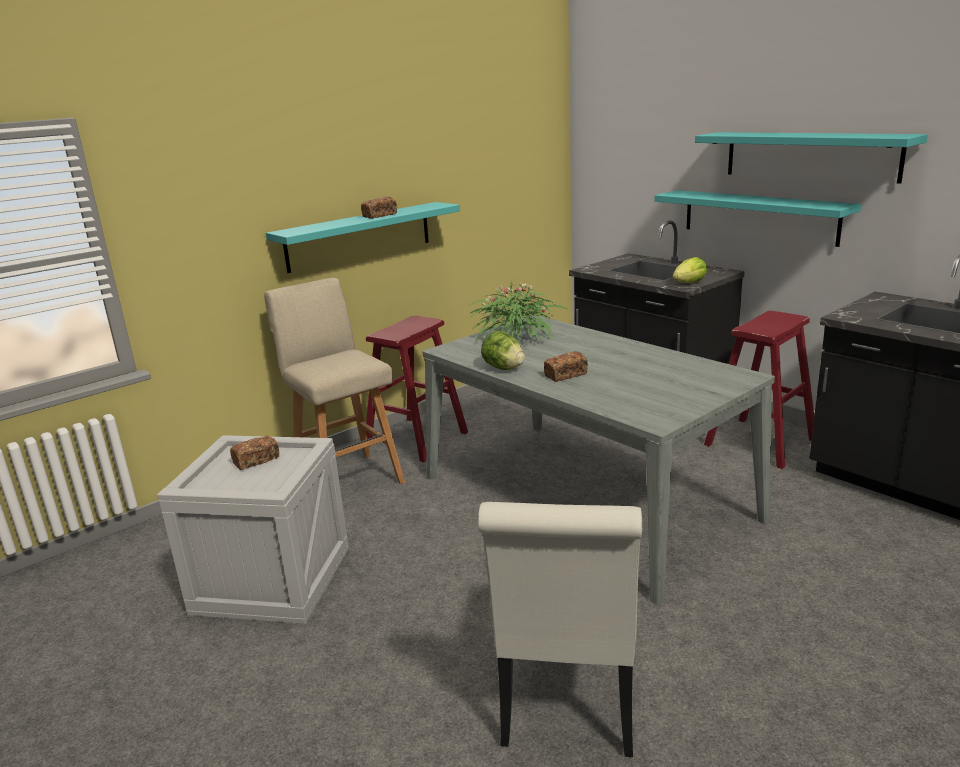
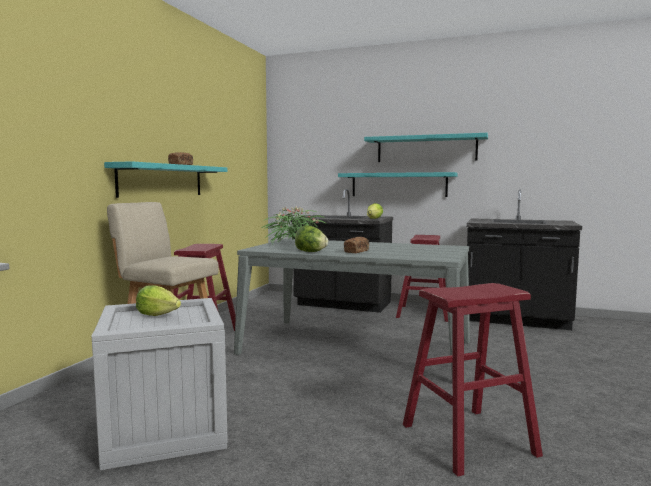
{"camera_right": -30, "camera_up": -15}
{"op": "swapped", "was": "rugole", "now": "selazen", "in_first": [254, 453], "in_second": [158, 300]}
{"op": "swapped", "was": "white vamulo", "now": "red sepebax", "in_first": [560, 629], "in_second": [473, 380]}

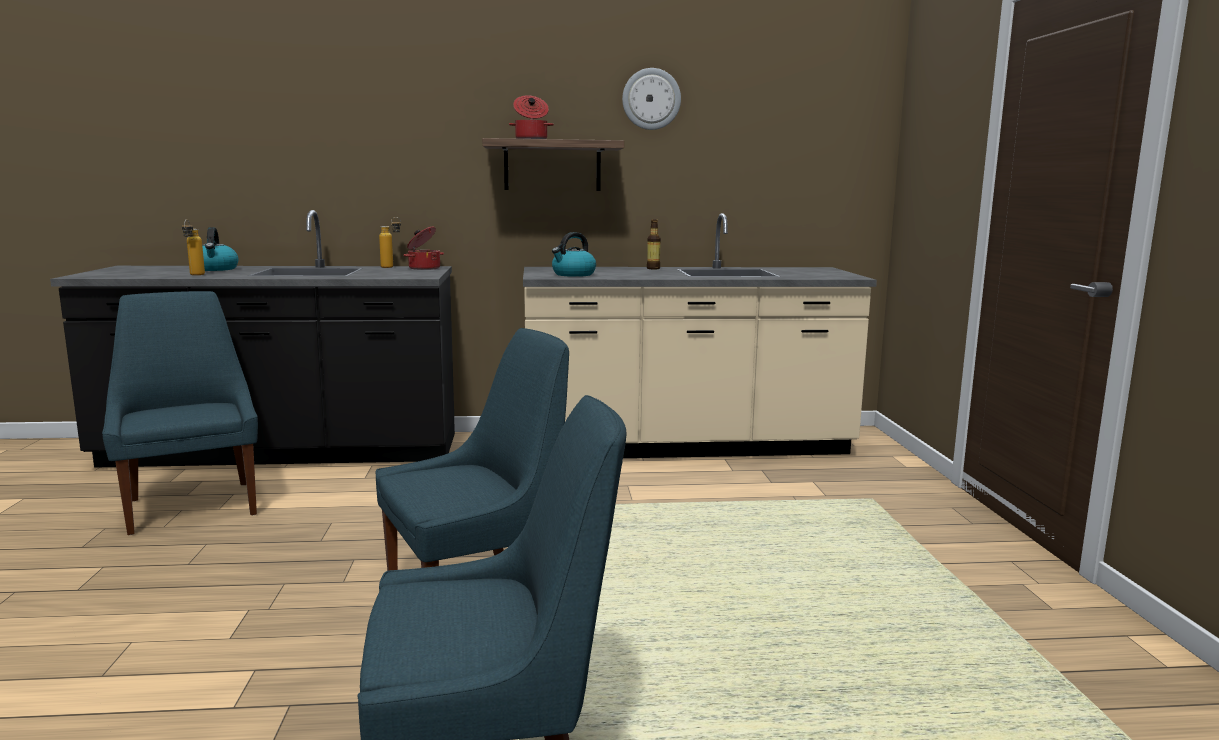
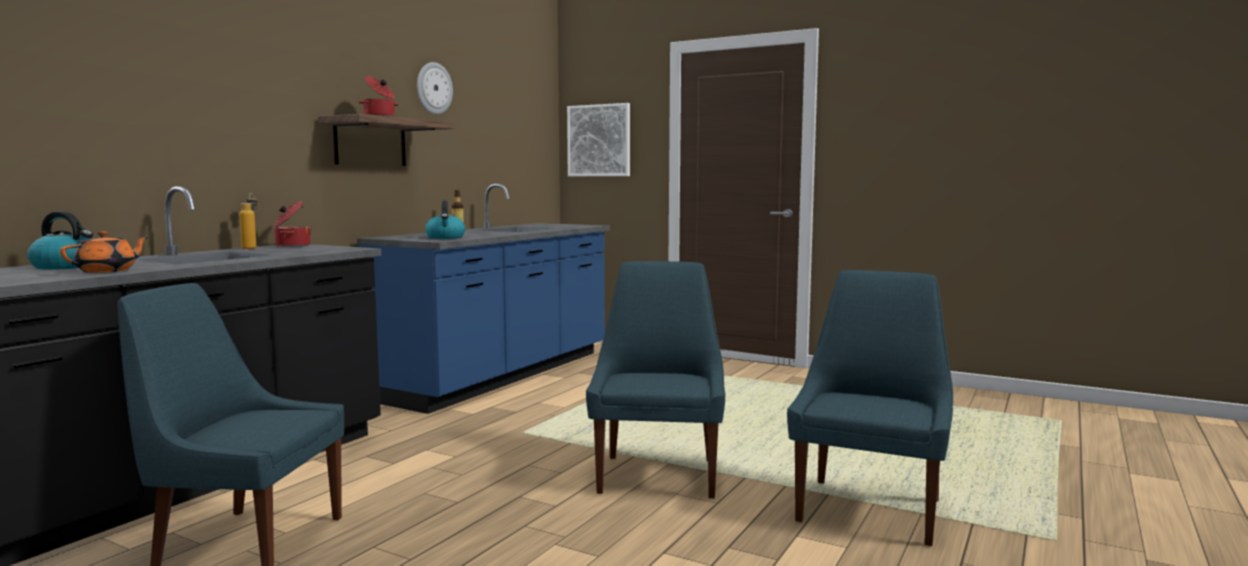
{"camera_right": -55, "camera_up": -5}
{"op": "swapped", "was": "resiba", "now": "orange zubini", "in_first": [193, 247], "in_second": [104, 252]}
{"op": "repainted", "was": "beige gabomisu", "now": "blue gabomisu", "in_first": [700, 335], "in_second": [483, 299]}
{"op": "new", "now": "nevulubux", "in_second": [598, 139]}

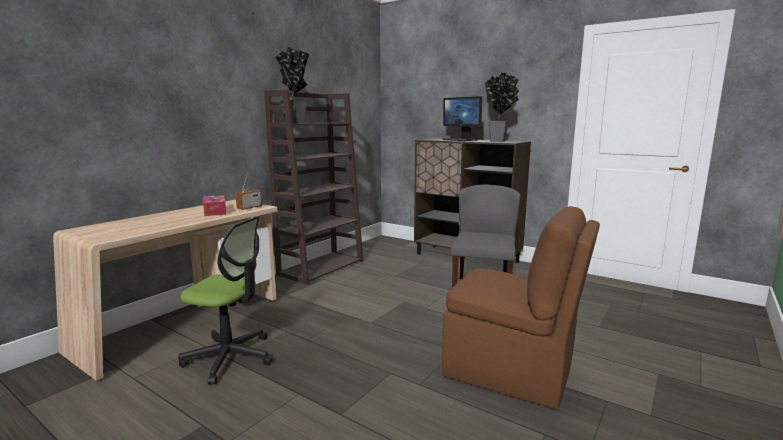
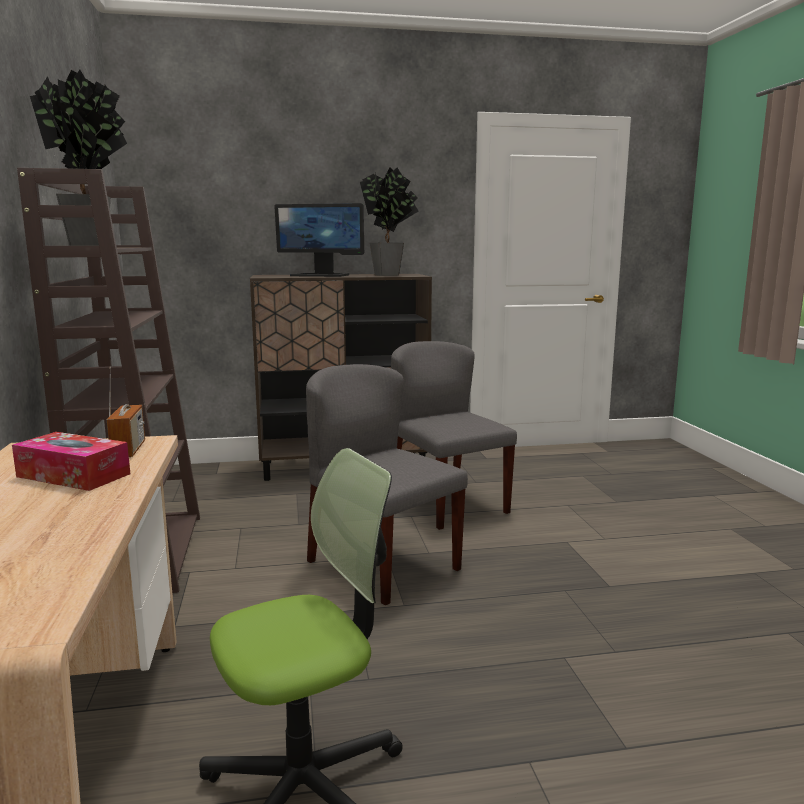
{"camera_right": -45, "camera_up": 0}
{"op": "gone", "was": "brown vamulo", "in_first": [521, 308]}
{"op": "new", "now": "grey vamulo", "in_second": [387, 485]}

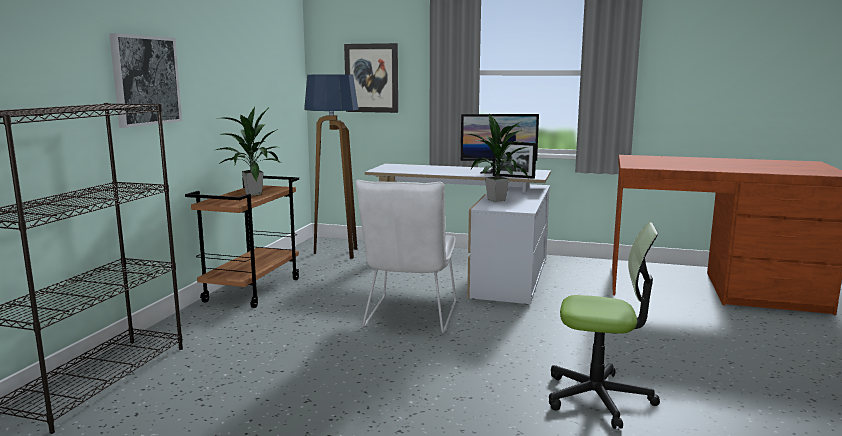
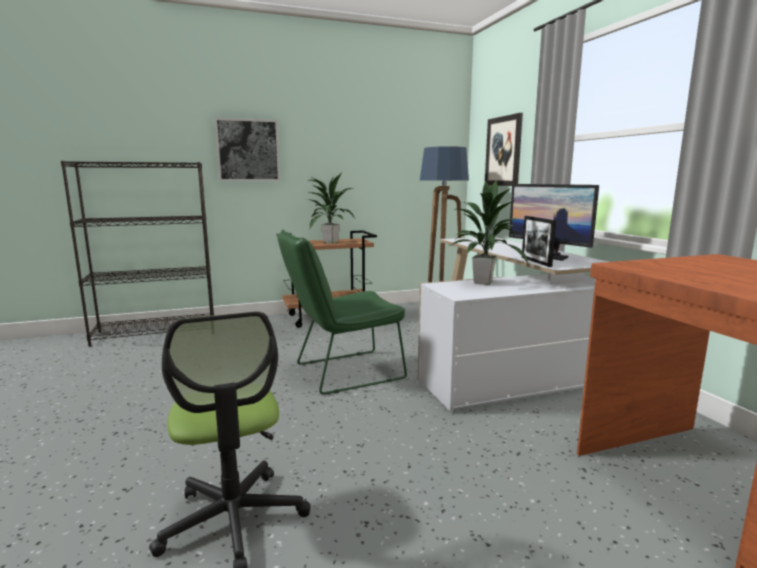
{"camera_right": 55, "camera_up": 0}
{"op": "repainted", "was": "white vamulo", "now": "green vamulo", "in_first": [405, 256], "in_second": [342, 312]}

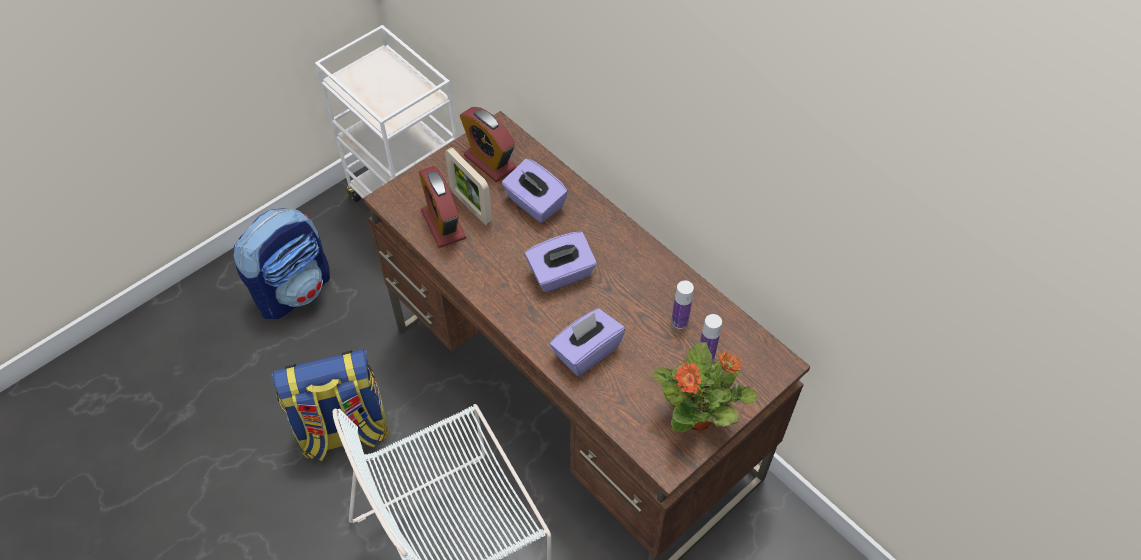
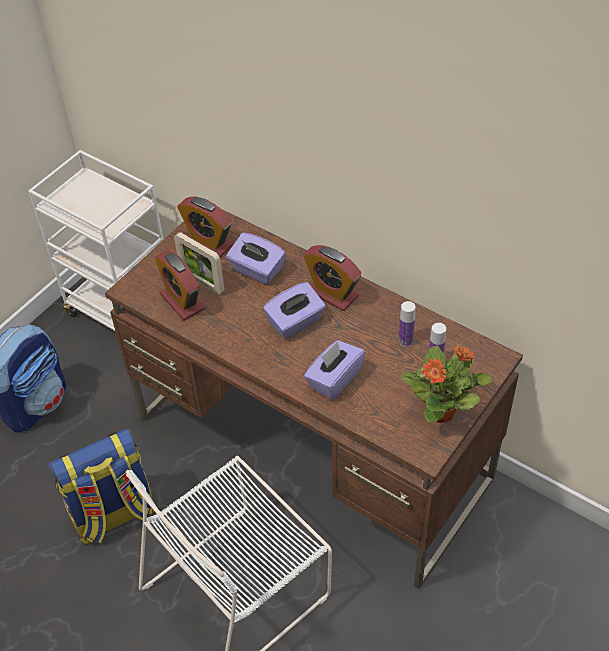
{"camera_right": -10, "camera_up": -5}
{"op": "new", "now": "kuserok", "in_second": [332, 278]}

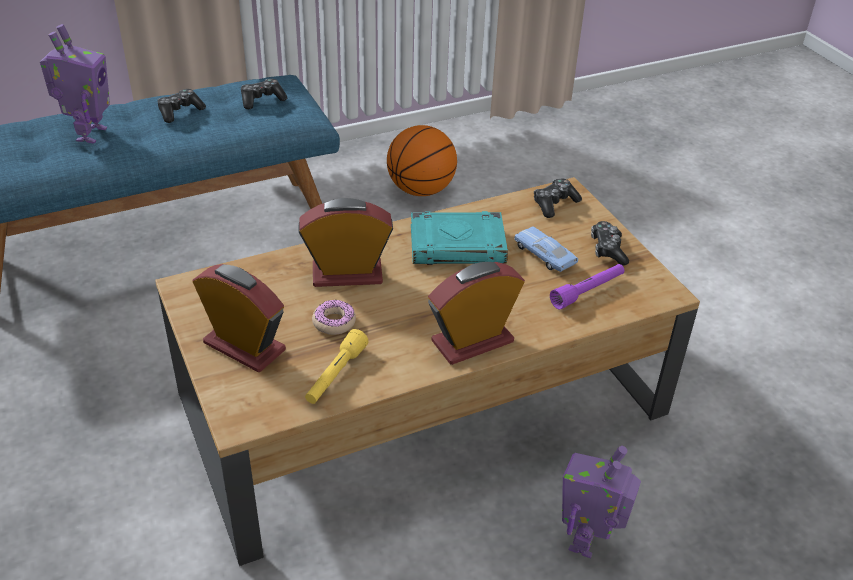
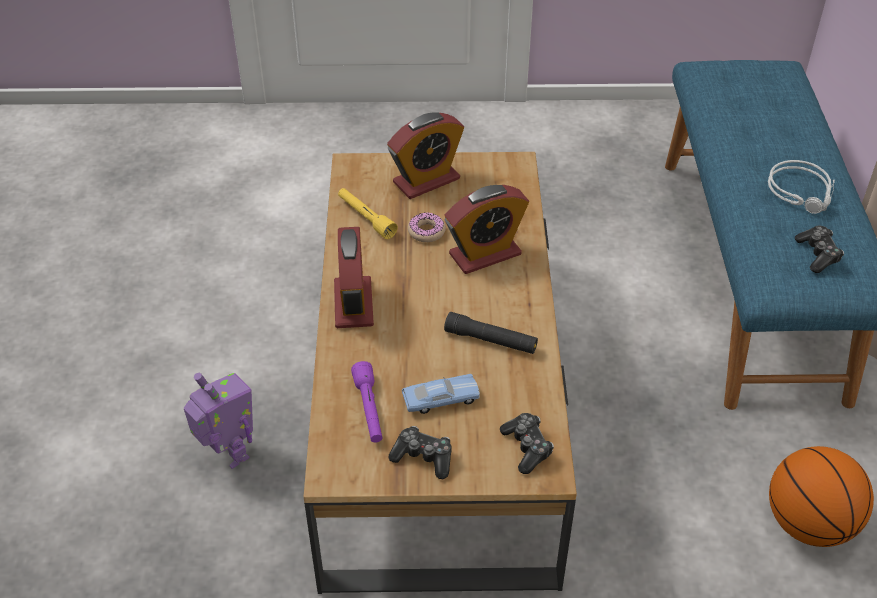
{"camera_right": 115, "camera_up": 5}
{"op": "gone", "was": "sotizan", "in_first": [75, 84]}
{"op": "swapped", "was": "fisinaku", "now": "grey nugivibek", "in_first": [181, 106], "in_second": [801, 187]}
{"op": "rotated", "was": "kuserok", "in_first": [346, 242], "in_second": [486, 229], "clockwise": 45}
{"op": "swapped", "was": "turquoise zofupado", "now": "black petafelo", "in_first": [459, 238], "in_second": [491, 333]}

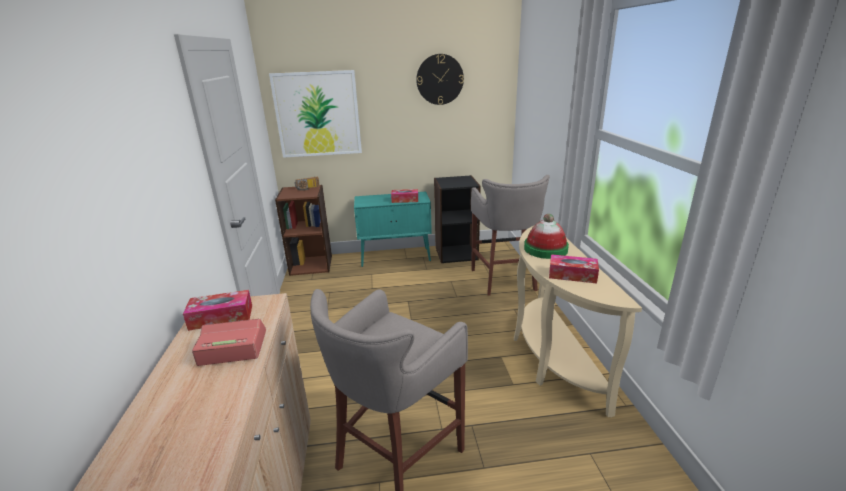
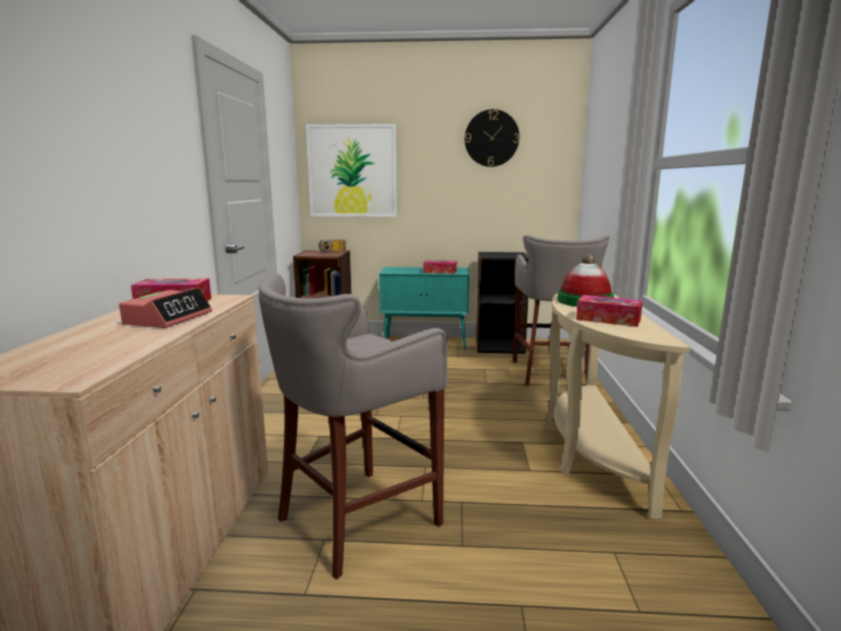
{"camera_right": 10, "camera_up": -10}
{"op": "rotated", "was": "kuserok", "in_first": [229, 342], "in_second": [165, 307], "clockwise": 105}

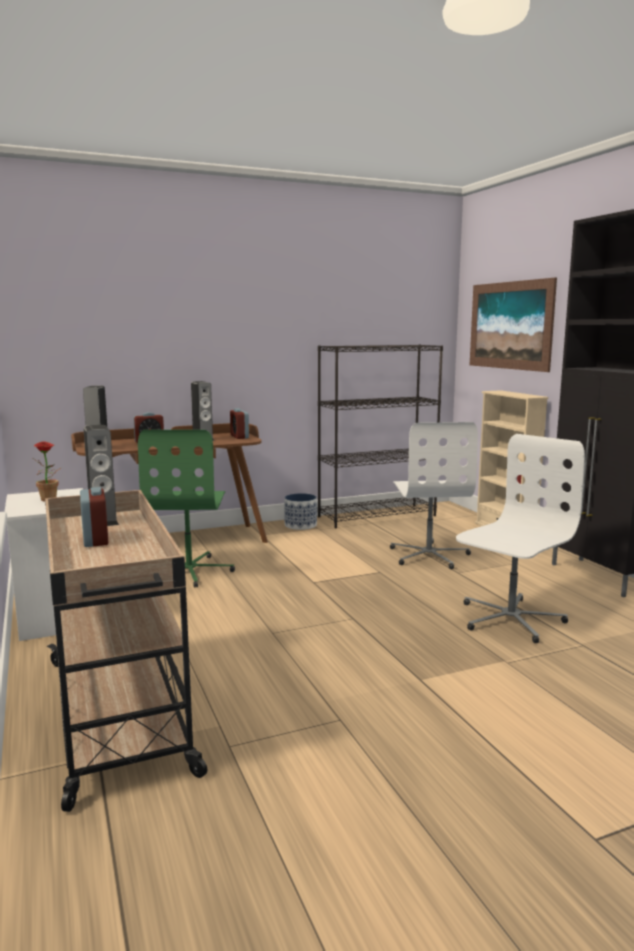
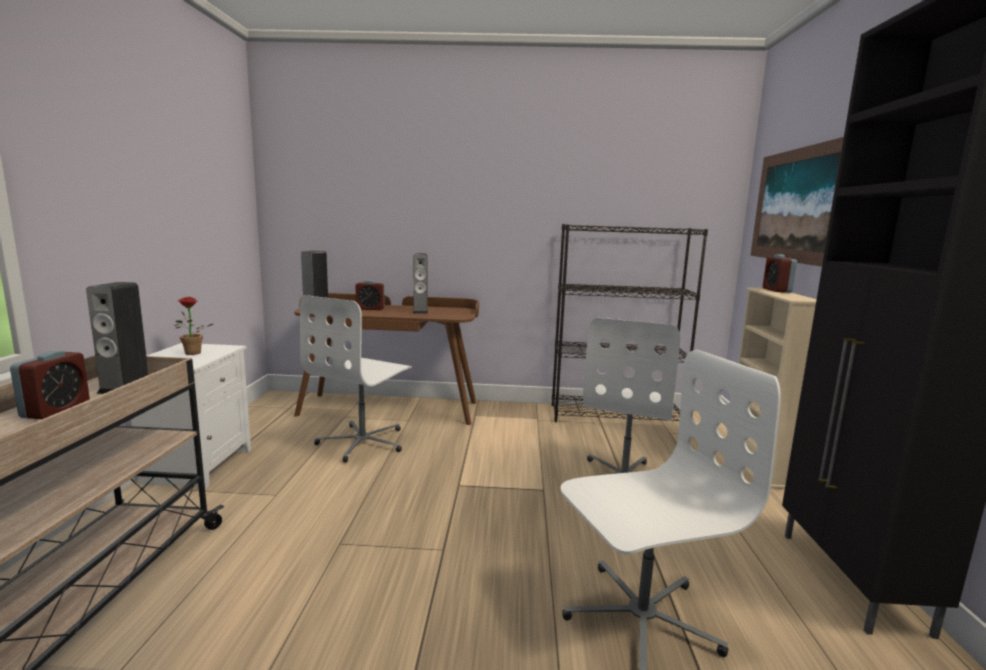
{"camera_right": 25, "camera_up": 0}
{"op": "repainted", "was": "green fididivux", "now": "white fididivux", "in_first": [186, 508], "in_second": [356, 378]}
{"op": "shifted", "was": "kuserok", "in_first": [239, 423], "in_second": [780, 273]}
{"op": "gone", "was": "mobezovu", "in_first": [300, 511]}

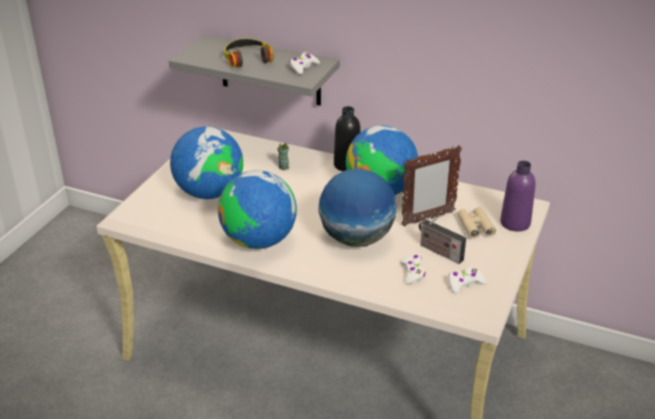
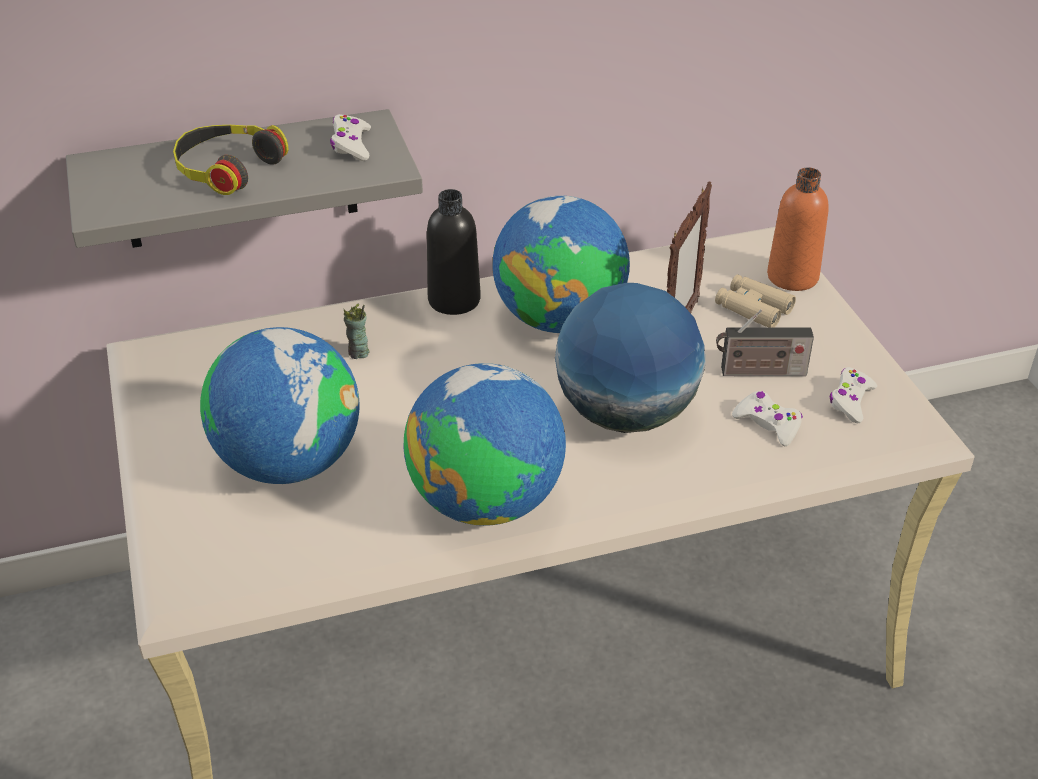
{"camera_right": -40, "camera_up": 5}
{"op": "repainted", "was": "purple resiba", "now": "orange resiba", "in_first": [518, 196], "in_second": [798, 229]}

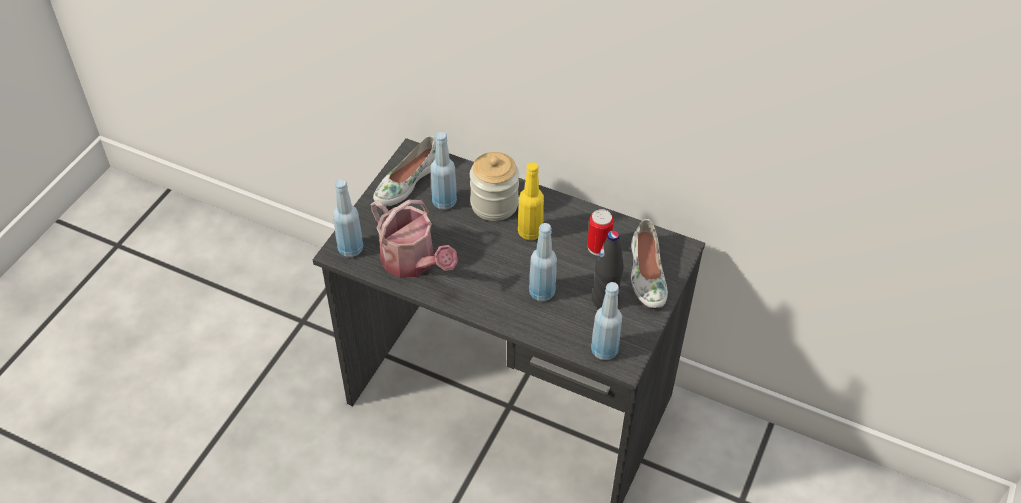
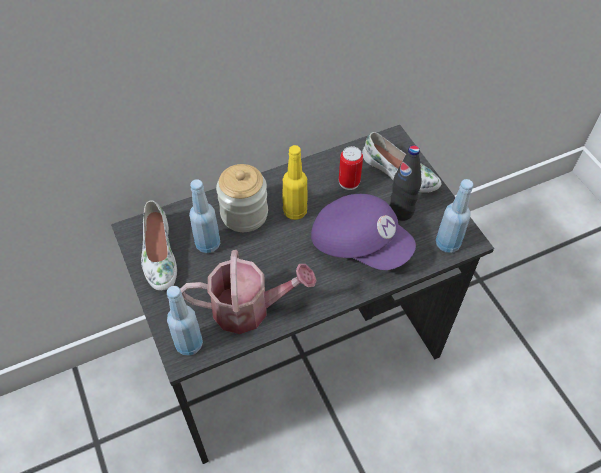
{"camera_right": -50, "camera_up": 5}
{"op": "swapped", "was": "blue resiba", "now": "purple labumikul", "in_first": [543, 262], "in_second": [363, 232]}

